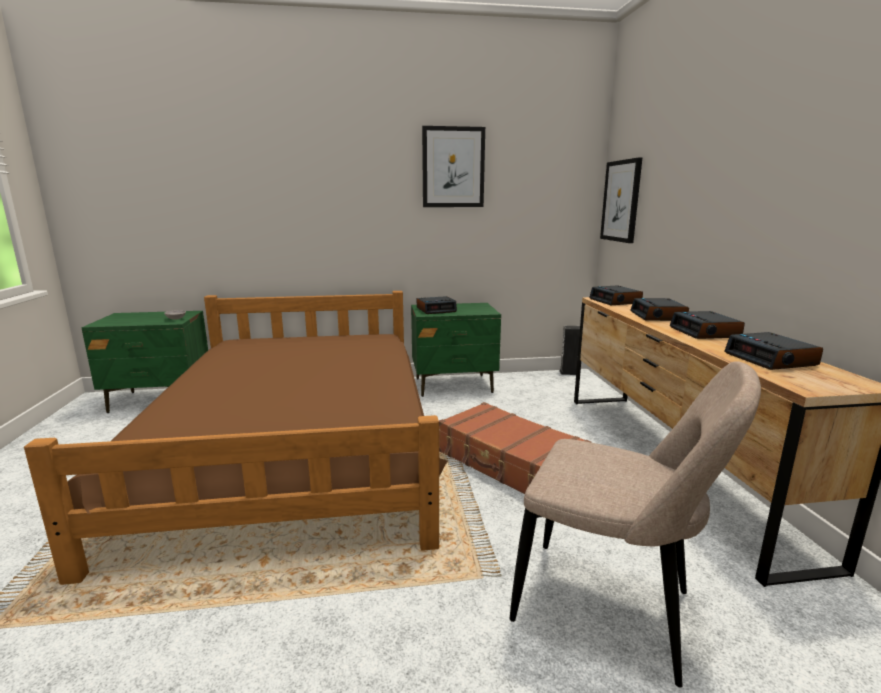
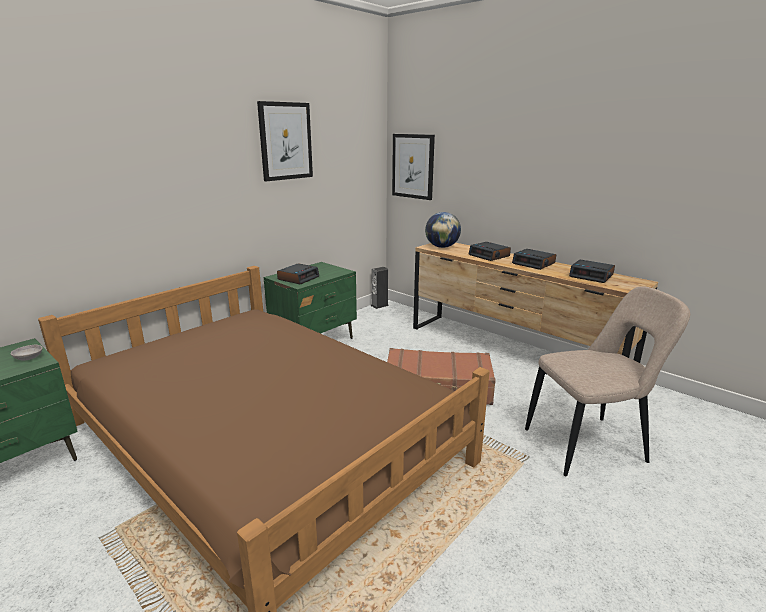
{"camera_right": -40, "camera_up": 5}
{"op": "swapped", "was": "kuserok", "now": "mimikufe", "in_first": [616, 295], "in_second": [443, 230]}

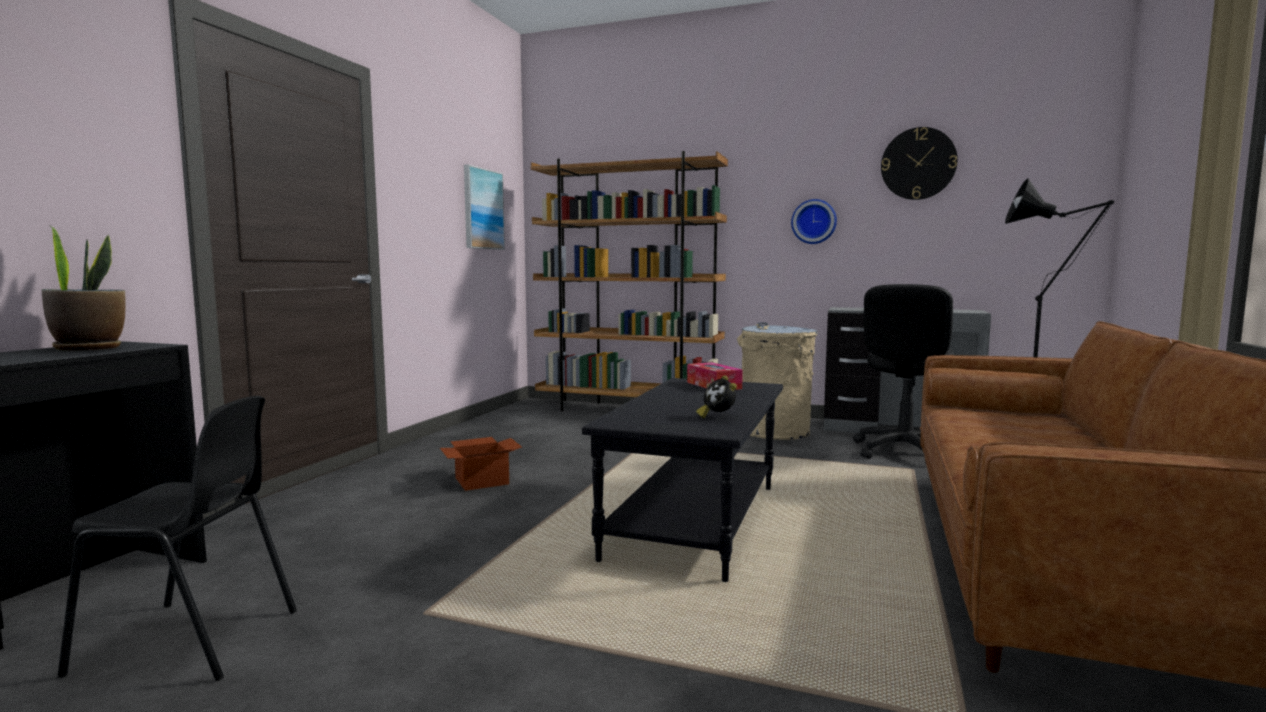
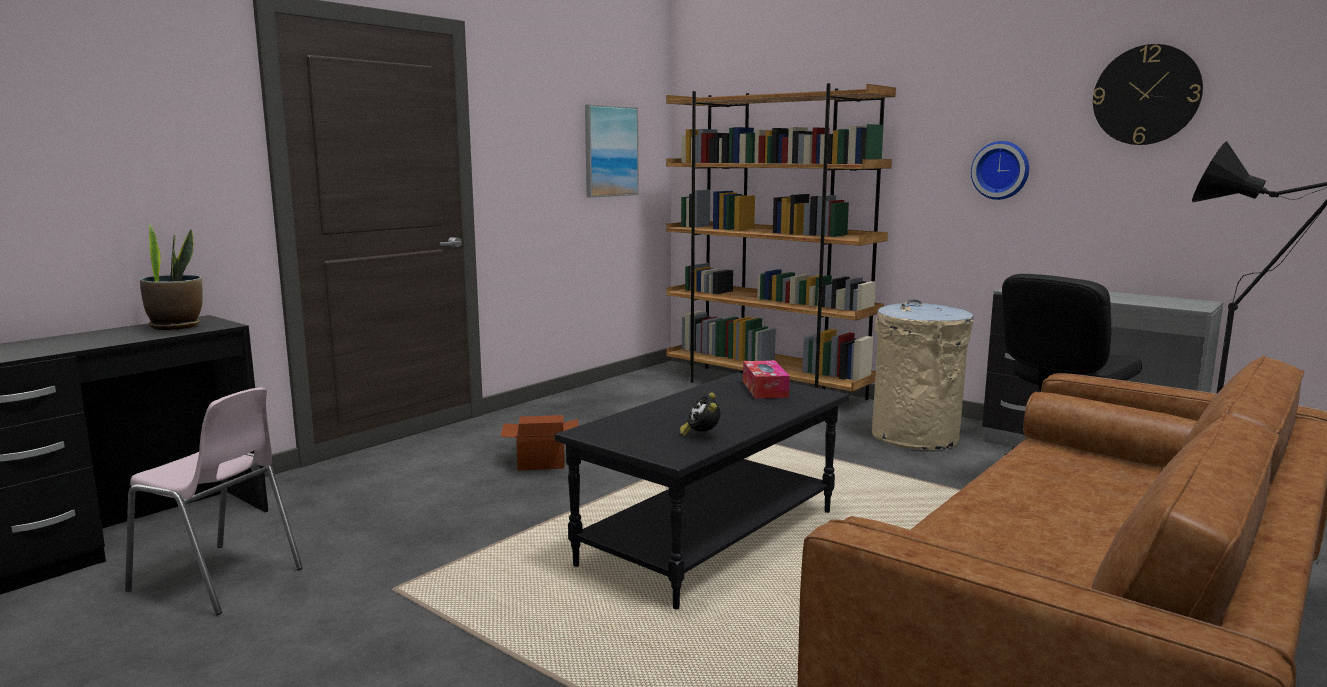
{"camera_right": 20, "camera_up": 5}
{"op": "repainted", "was": "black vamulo", "now": "pink vamulo", "in_first": [177, 538], "in_second": [214, 501]}

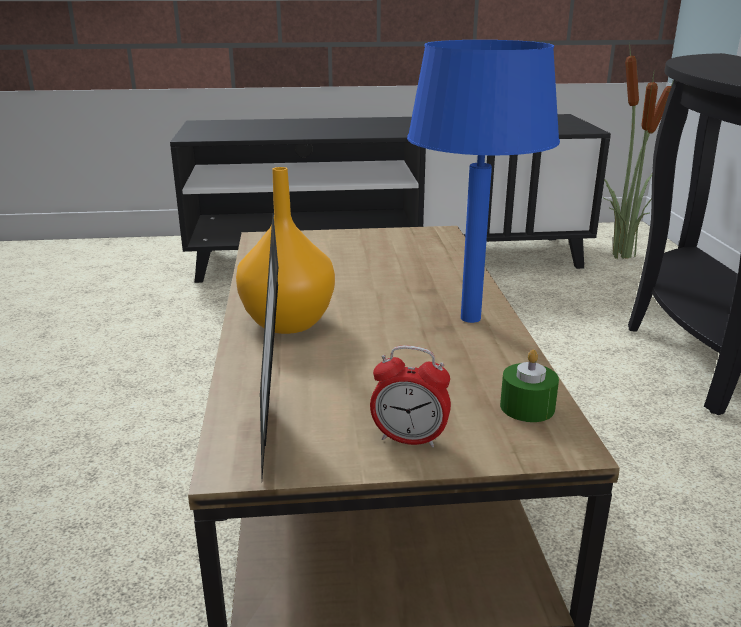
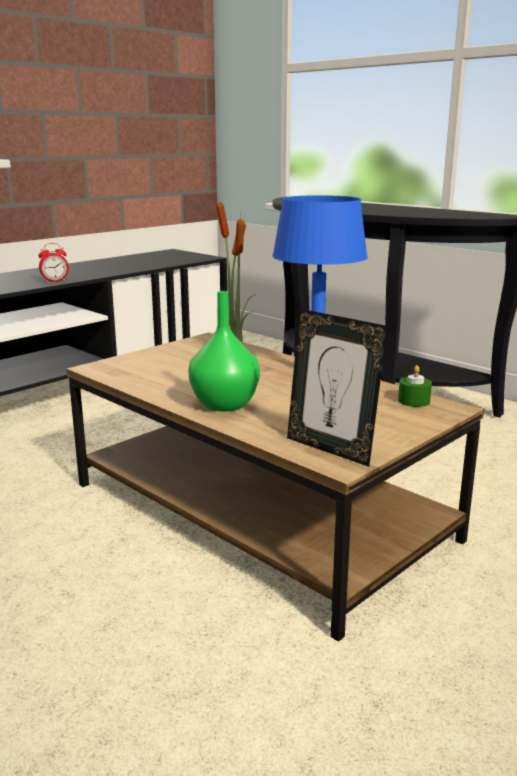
{"camera_right": -40, "camera_up": -5}
{"op": "repainted", "was": "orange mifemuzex", "now": "green mifemuzex", "in_first": [285, 250], "in_second": [224, 351]}
{"op": "shifted", "was": "kuserok", "in_first": [410, 396], "in_second": [53, 263]}

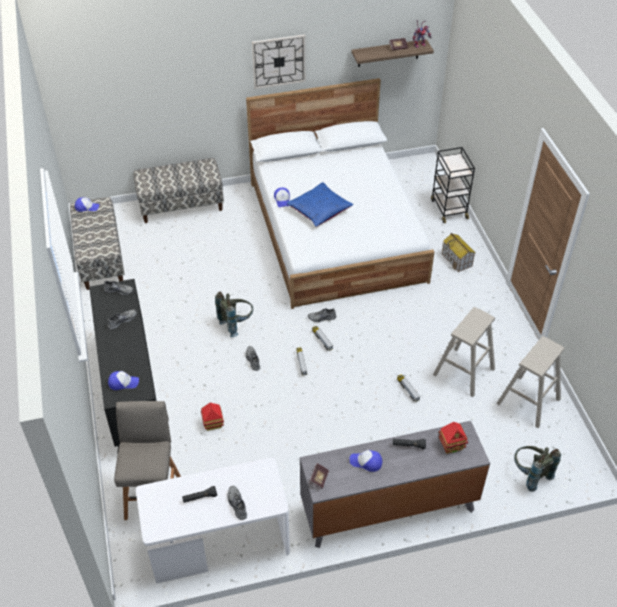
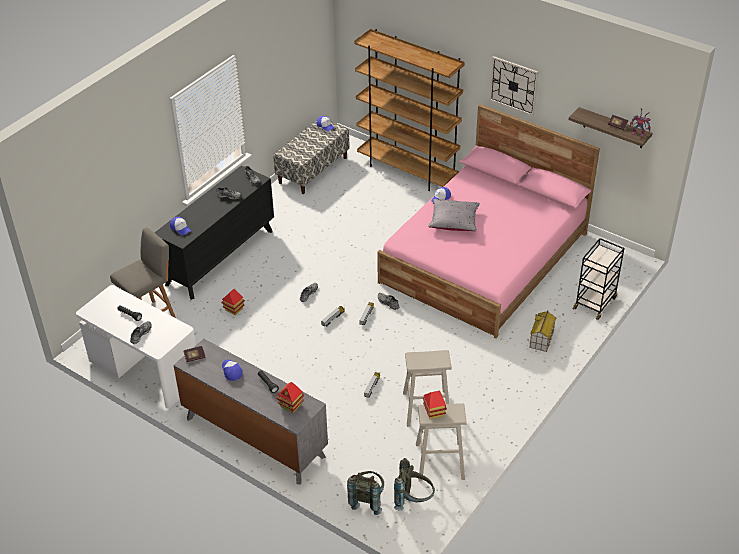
{"camera_right": 50, "camera_up": -5}
{"op": "swapped", "was": "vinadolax", "now": "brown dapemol", "in_first": [178, 190], "in_second": [409, 110]}
{"op": "shifted", "was": "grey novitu", "in_first": [234, 314], "in_second": [414, 484]}
{"op": "repainted", "was": "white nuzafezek", "now": "pink nuzafezek", "in_first": [340, 193], "in_second": [488, 221]}
{"op": "repainted", "was": "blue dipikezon", "now": "grey dipikezon", "in_first": [320, 204], "in_second": [454, 215]}
{"op": "new", "now": "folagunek", "in_second": [435, 405]}

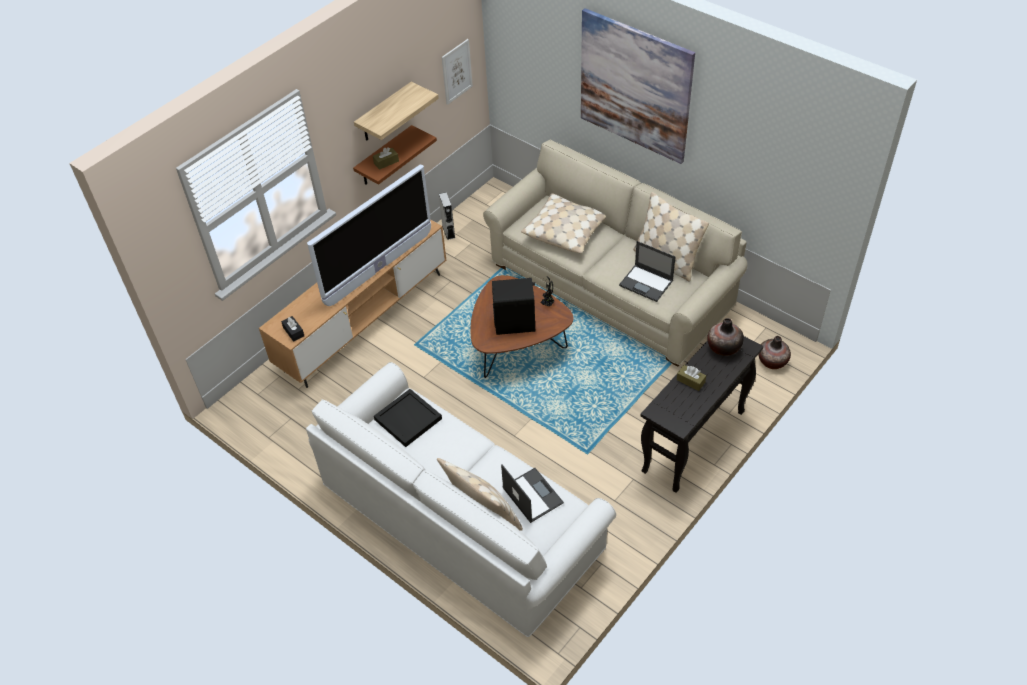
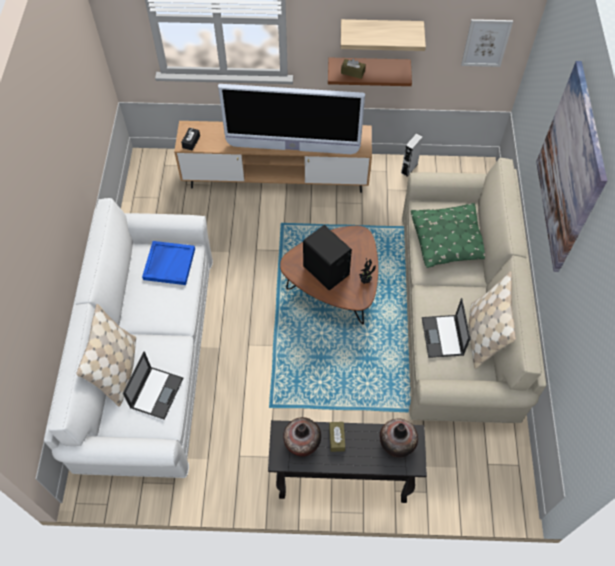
{"camera_right": 50, "camera_up": 10}
{"op": "repainted", "was": "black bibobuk", "now": "blue bibobuk", "in_first": [408, 418], "in_second": [168, 263]}
{"op": "repainted", "was": "beige dipikezon", "now": "green dipikezon", "in_first": [563, 223], "in_second": [448, 235]}
{"op": "shifted", "was": "mifemuzex", "in_first": [774, 352], "in_second": [302, 437]}

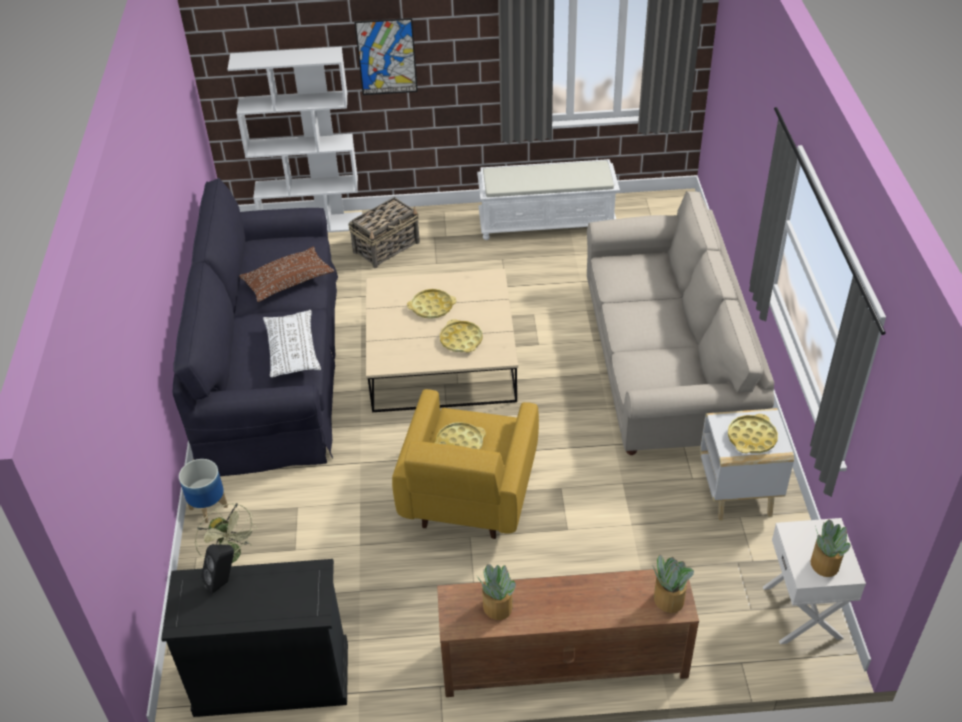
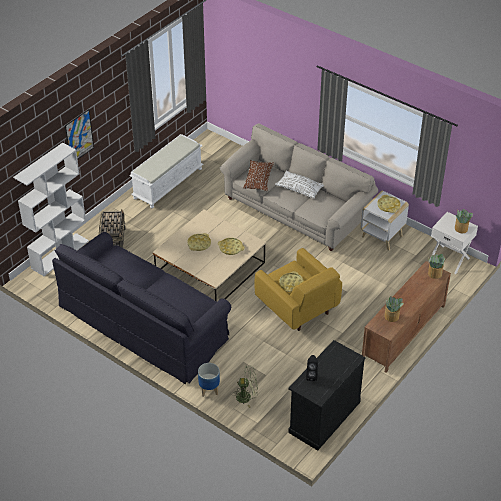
{"camera_right": -50, "camera_up": 0}
{"op": "shifted", "was": "brown dipikezon", "in_first": [286, 274], "in_second": [258, 175]}
{"op": "shifted", "was": "white dipikezon", "in_first": [292, 343], "in_second": [299, 185]}

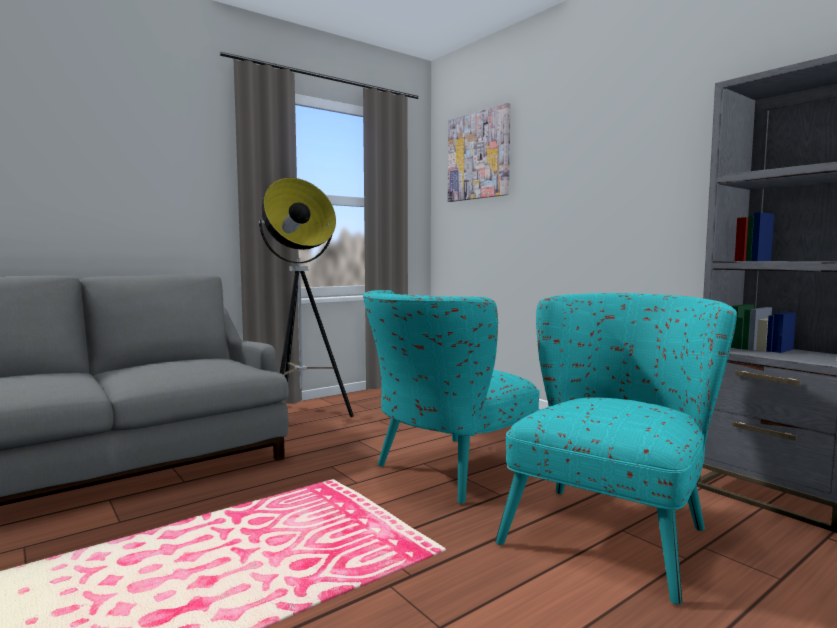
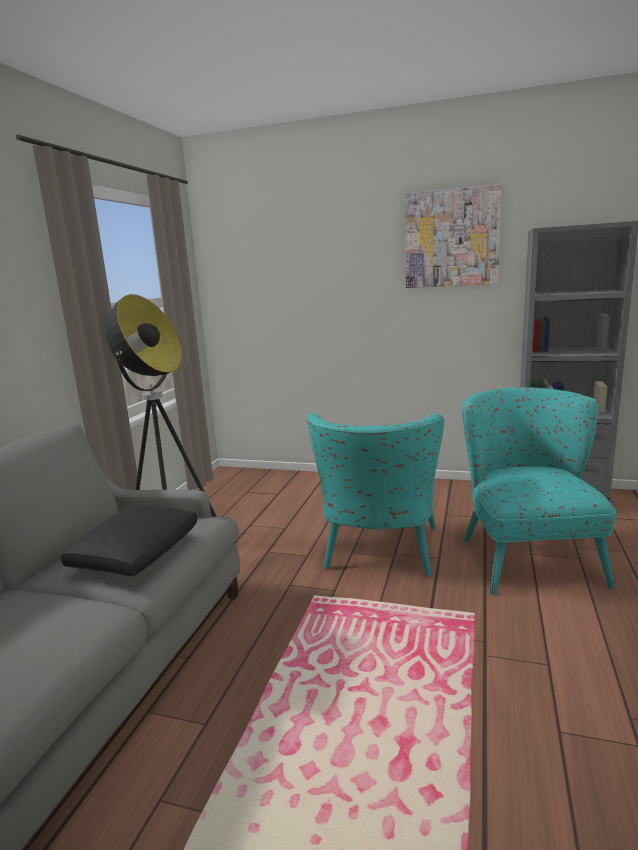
{"camera_right": -35, "camera_up": 10}
{"op": "shifted", "was": "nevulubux", "in_first": [479, 152], "in_second": [453, 236]}
{"op": "new", "now": "black dipikezon", "in_second": [129, 541]}

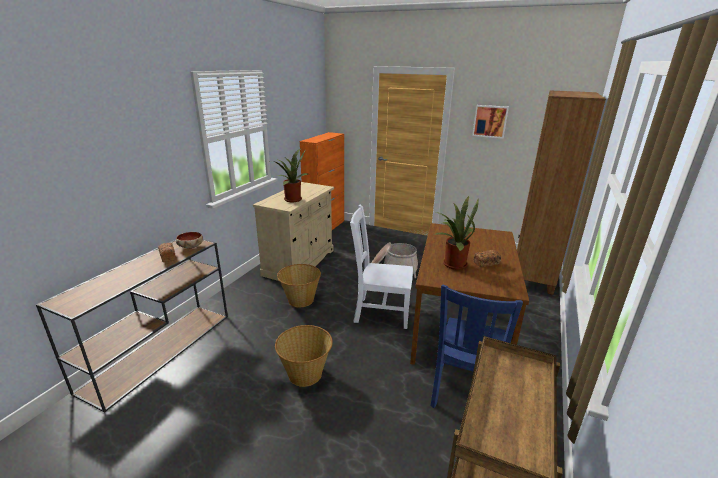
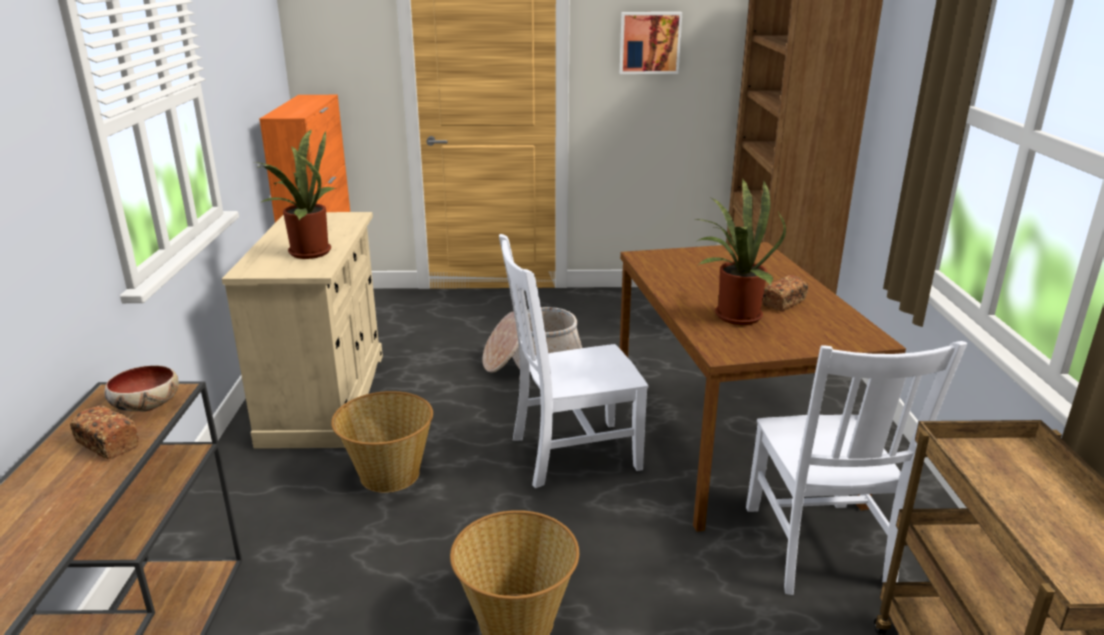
{"camera_right": -25, "camera_up": 0}
{"op": "repainted", "was": "blue vamulo", "now": "white vamulo", "in_first": [476, 346], "in_second": [856, 468]}

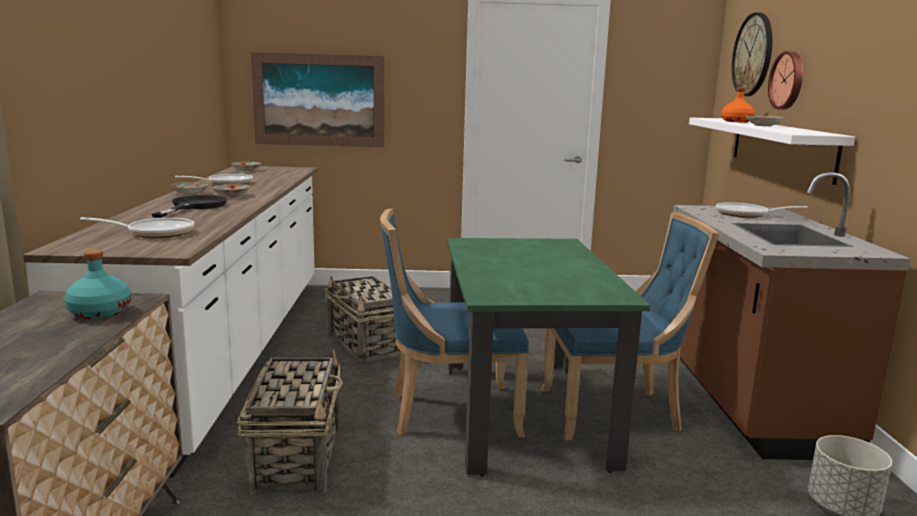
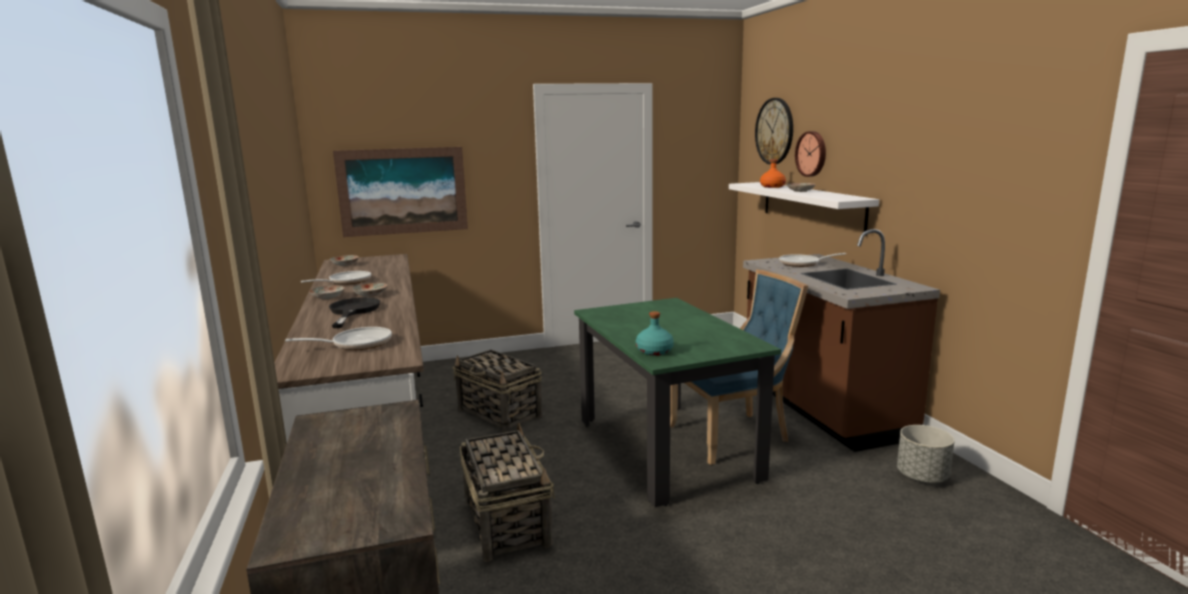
{"camera_right": -15, "camera_up": 0}
{"op": "shifted", "was": "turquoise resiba", "in_first": [97, 284], "in_second": [655, 333]}
{"op": "gone", "was": "blue vamulo", "in_first": [454, 322]}

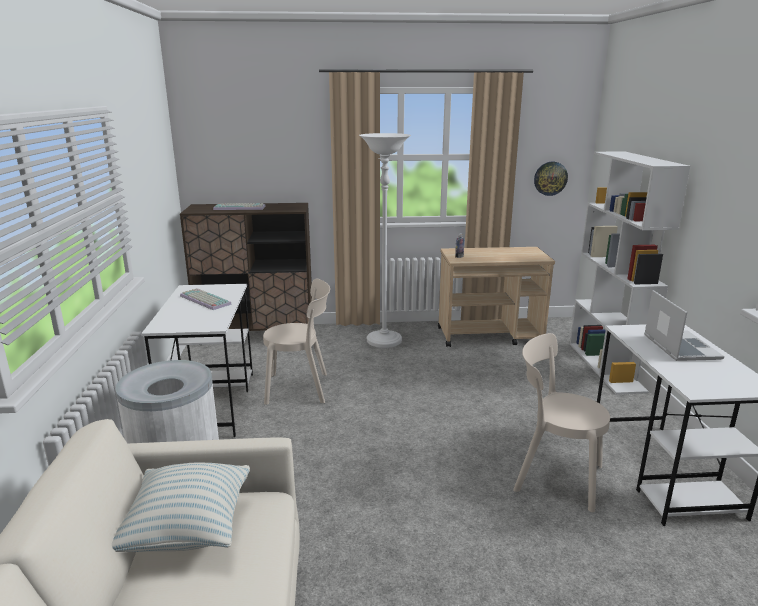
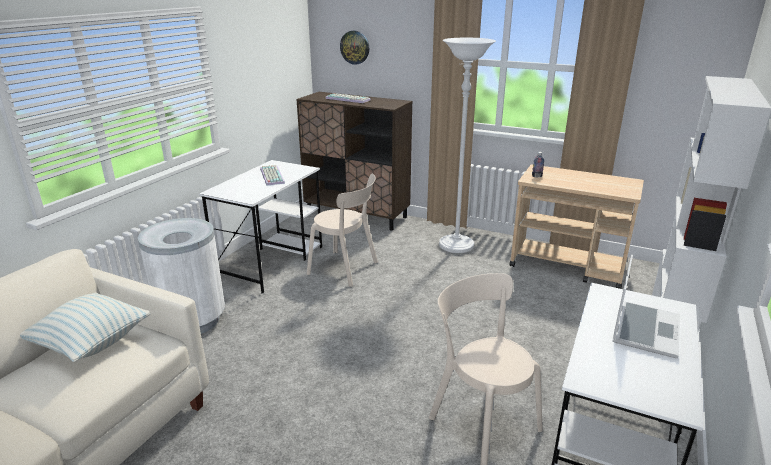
{"camera_right": 30, "camera_up": 5}
{"op": "shifted", "was": "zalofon", "in_first": [551, 179], "in_second": [354, 48]}

